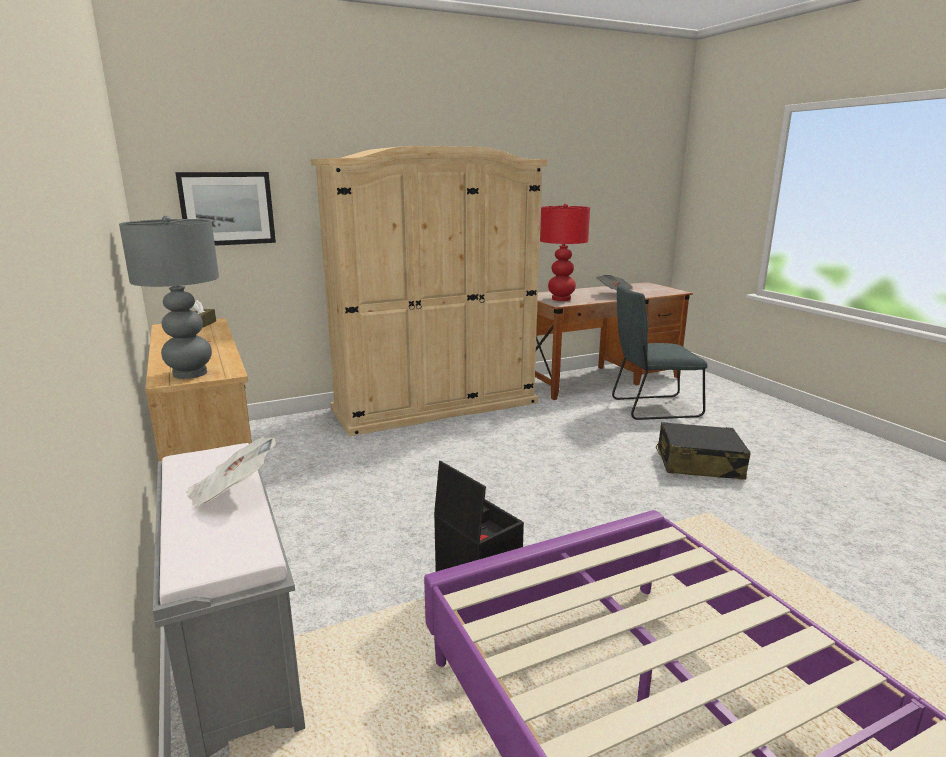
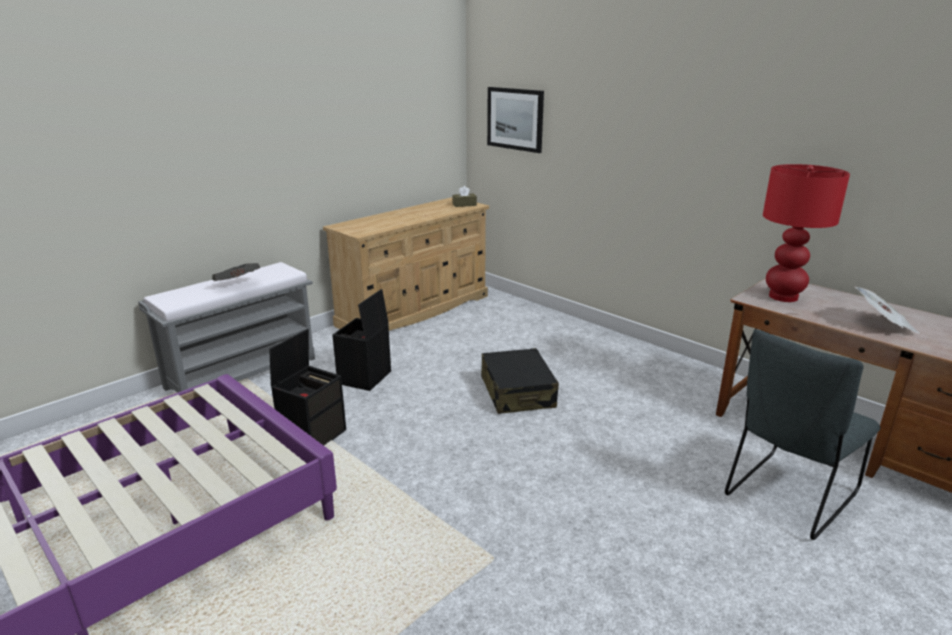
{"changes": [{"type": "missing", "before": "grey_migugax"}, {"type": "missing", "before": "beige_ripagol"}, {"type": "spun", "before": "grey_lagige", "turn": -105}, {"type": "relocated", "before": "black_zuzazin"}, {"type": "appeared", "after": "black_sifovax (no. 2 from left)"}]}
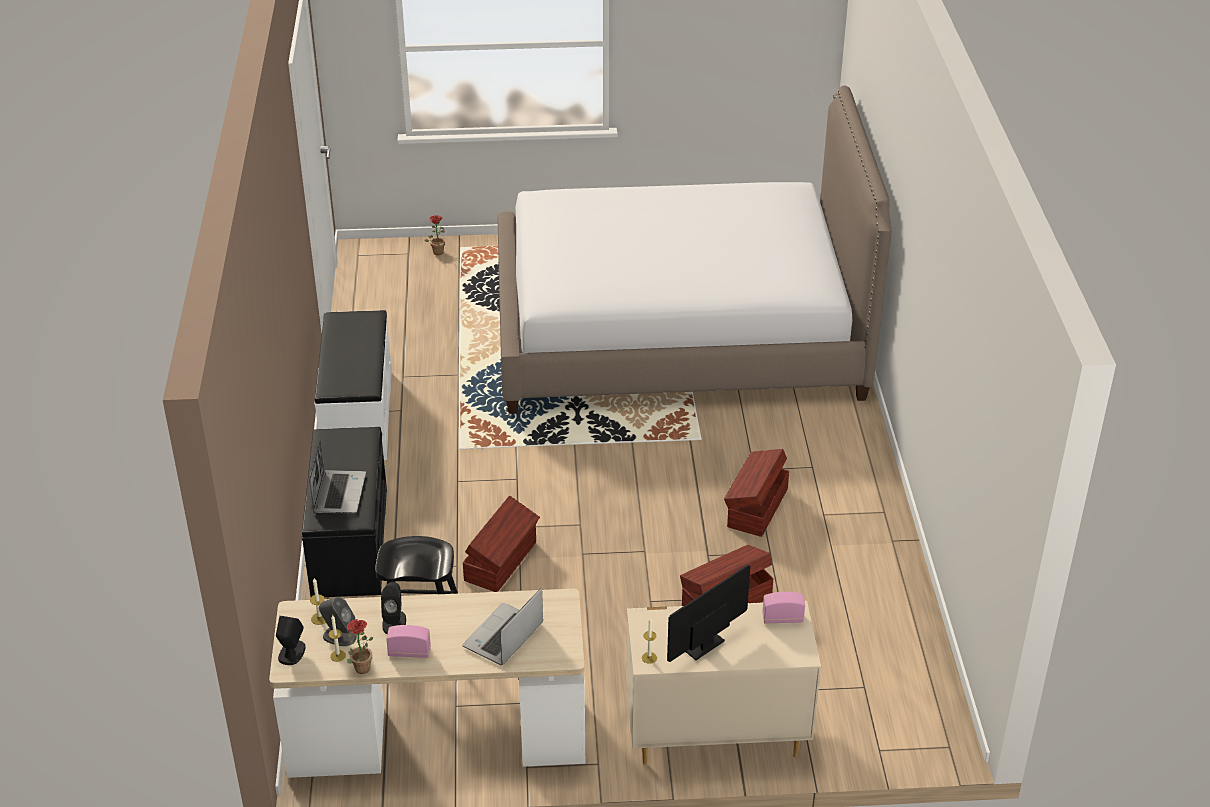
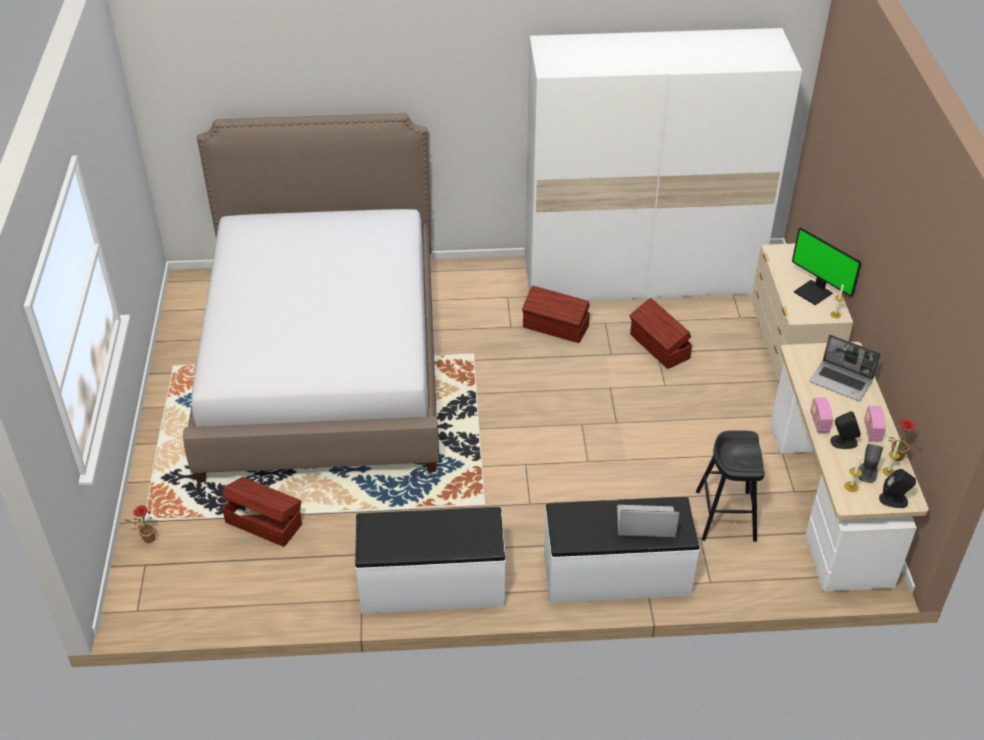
{"changes": [{"type": "colour", "before": "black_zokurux", "after": "white_zokurux (no. 2 from left)"}, {"type": "relocated", "before": "brown_sifovax (no. 1 from left)"}, {"type": "relocated", "before": "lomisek (no. 2 from left in the first image)", "after": "lomisek (no. 1 from left)"}, {"type": "appeared", "after": "white_ripagol"}]}
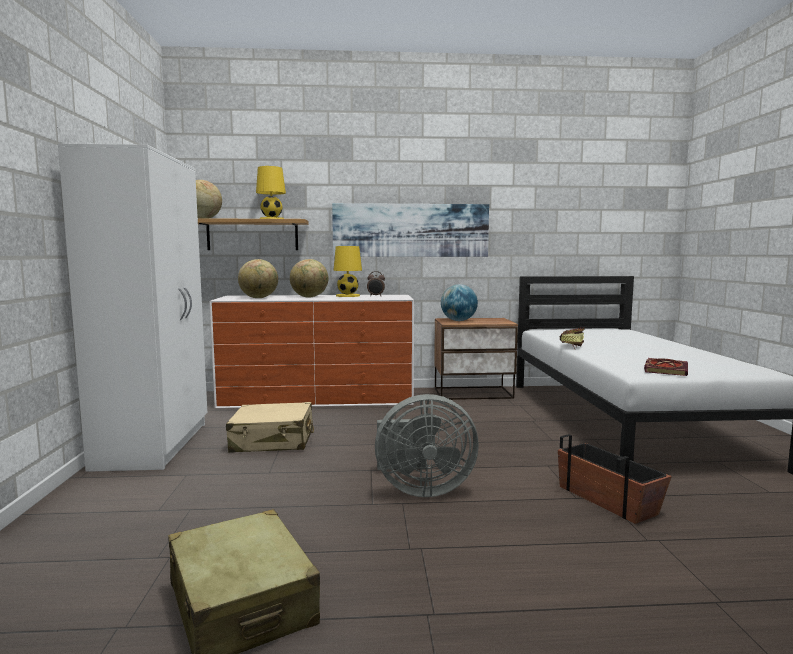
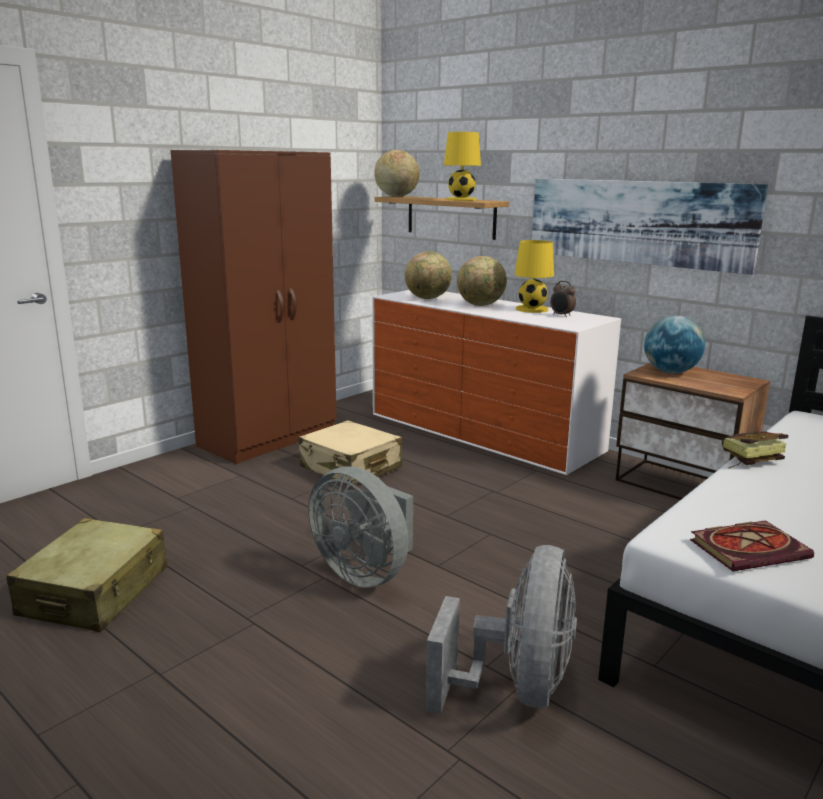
{"changes": [{"type": "colour", "before": "white_ripagol", "after": "brown_ripagol"}, {"type": "exchanged", "before": "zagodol", "after": "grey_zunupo (no. 2 from left)"}]}
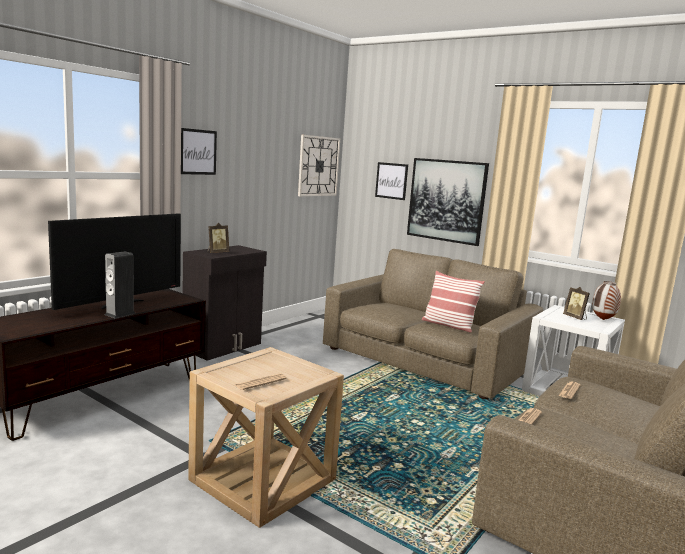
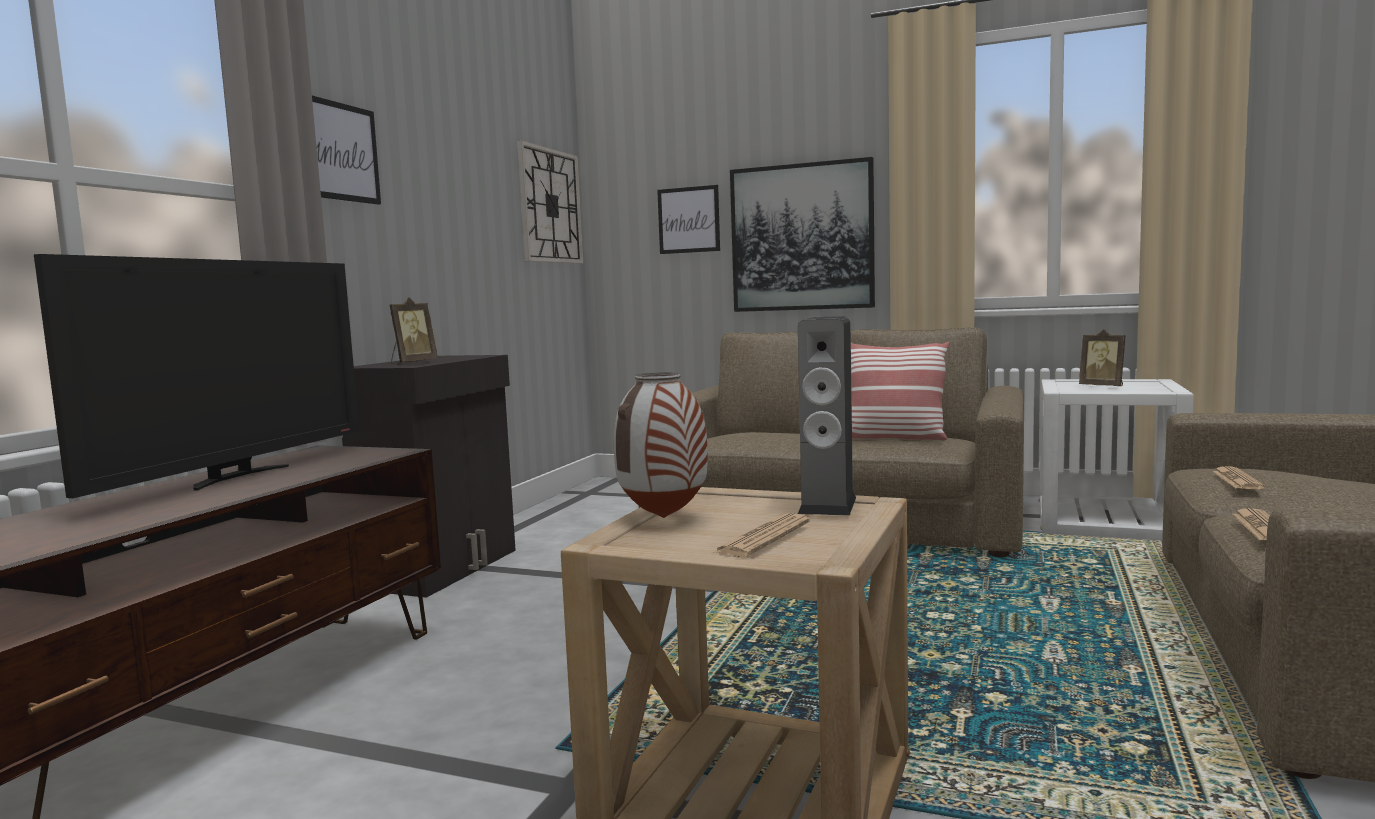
{"changes": [{"type": "relocated", "before": "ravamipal"}, {"type": "relocated", "before": "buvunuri"}]}
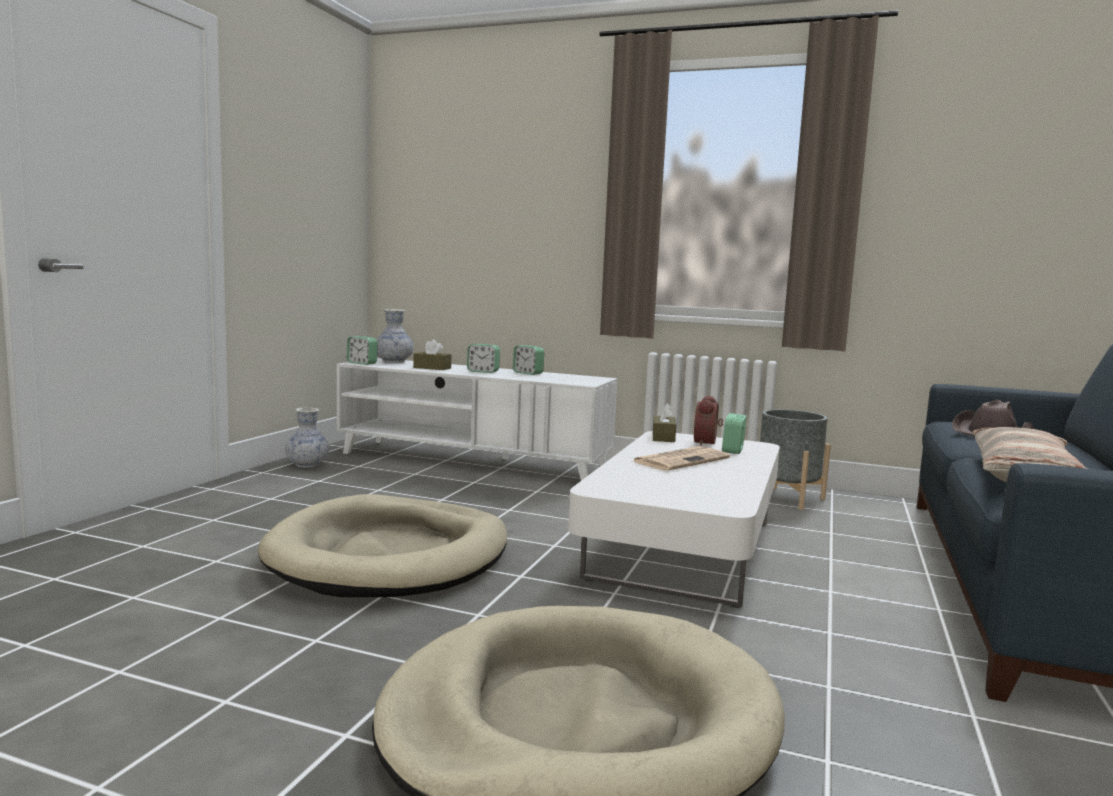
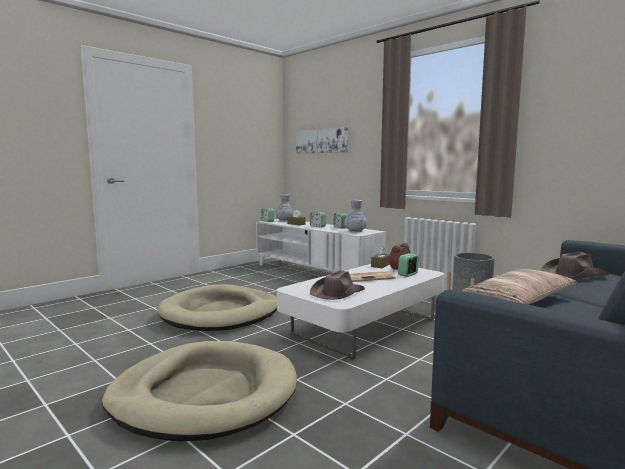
{"changes": [{"type": "relocated", "before": "buvunuri (no. 1 from left in the first image)", "after": "buvunuri (no. 2 from left)"}, {"type": "appeared", "after": "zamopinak"}, {"type": "appeared", "after": "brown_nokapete (no. 1 from left)"}]}
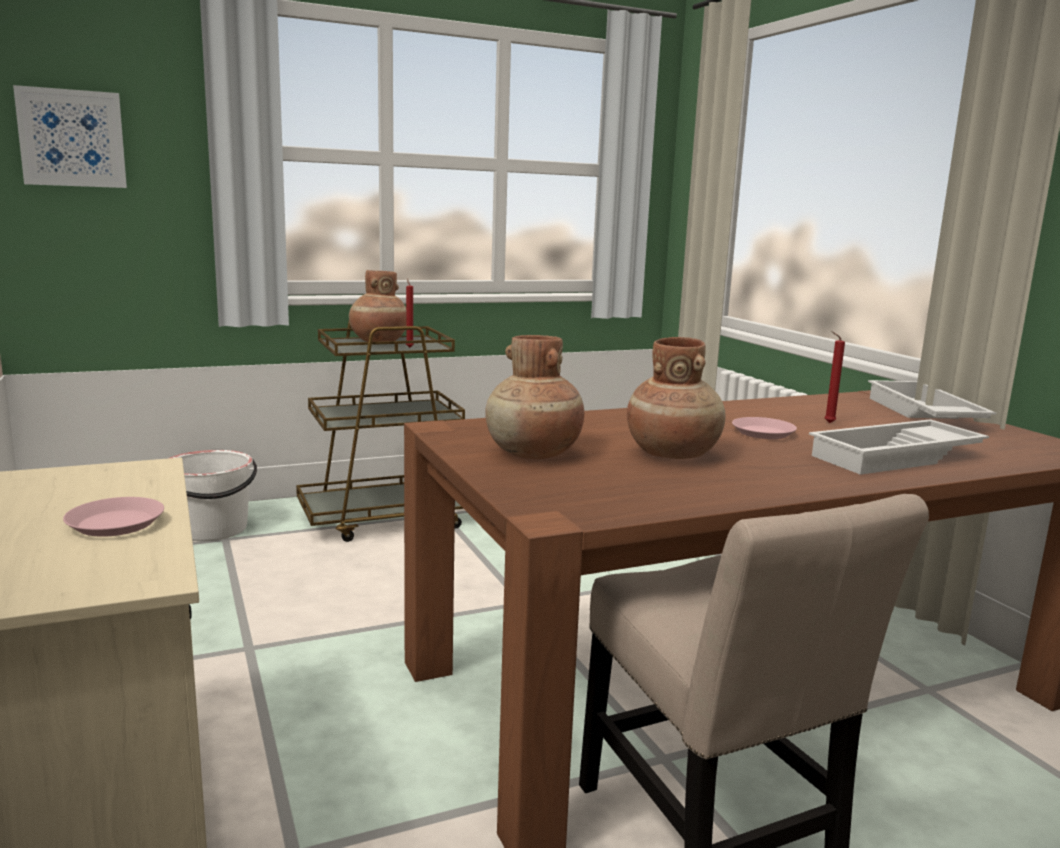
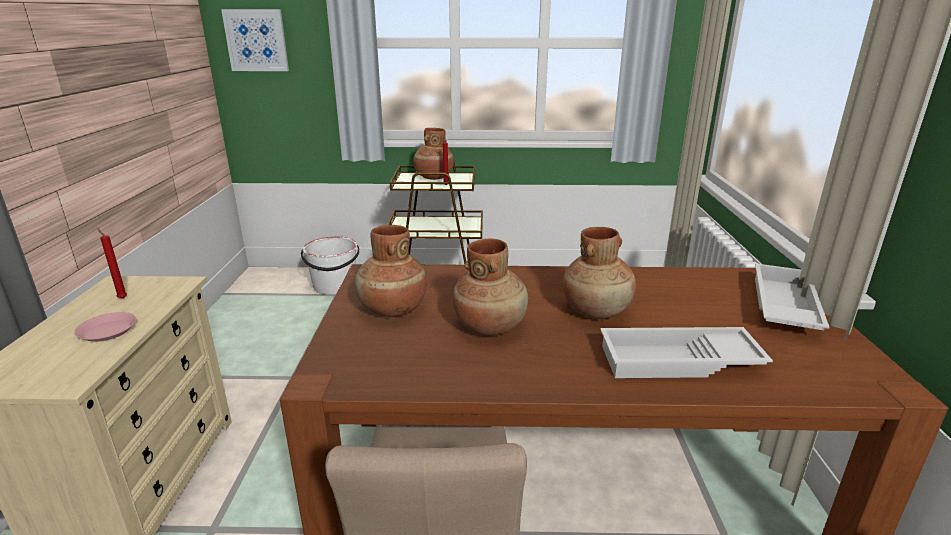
{"changes": [{"type": "exchanged", "before": "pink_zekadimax (no. 2 from left)", "after": "brown_buvunuri (no. 4 from left)"}, {"type": "relocated", "before": "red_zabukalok (no. 2 from left in the first image)", "after": "red_zabukalok (no. 1 from left)"}]}
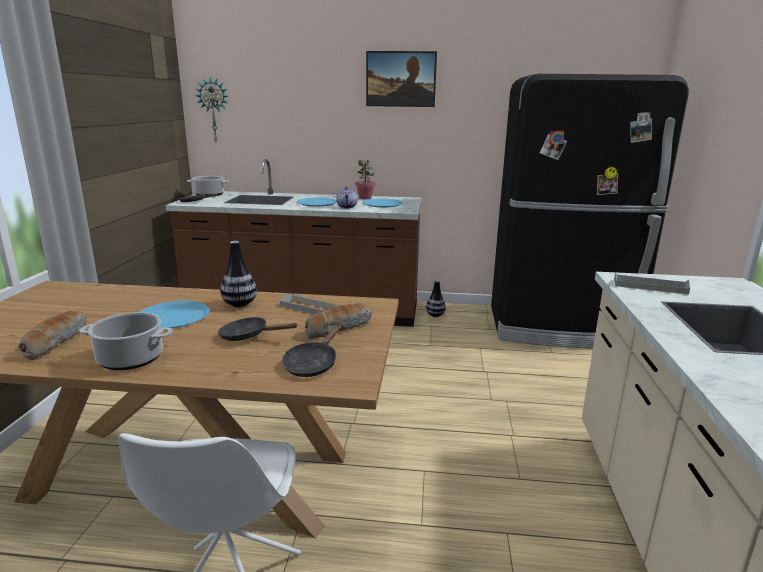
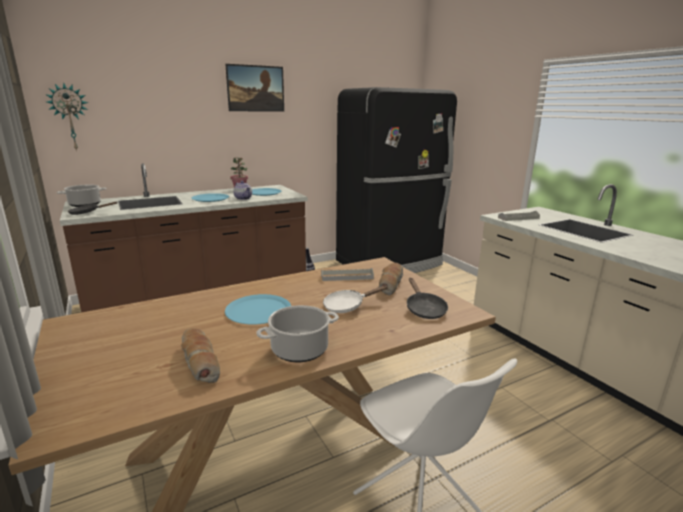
{"changes": [{"type": "colour", "before": "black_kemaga (no. 2 from left)", "after": "white_kemaga"}, {"type": "missing", "before": "buvunuri (no. 1 from left)"}]}
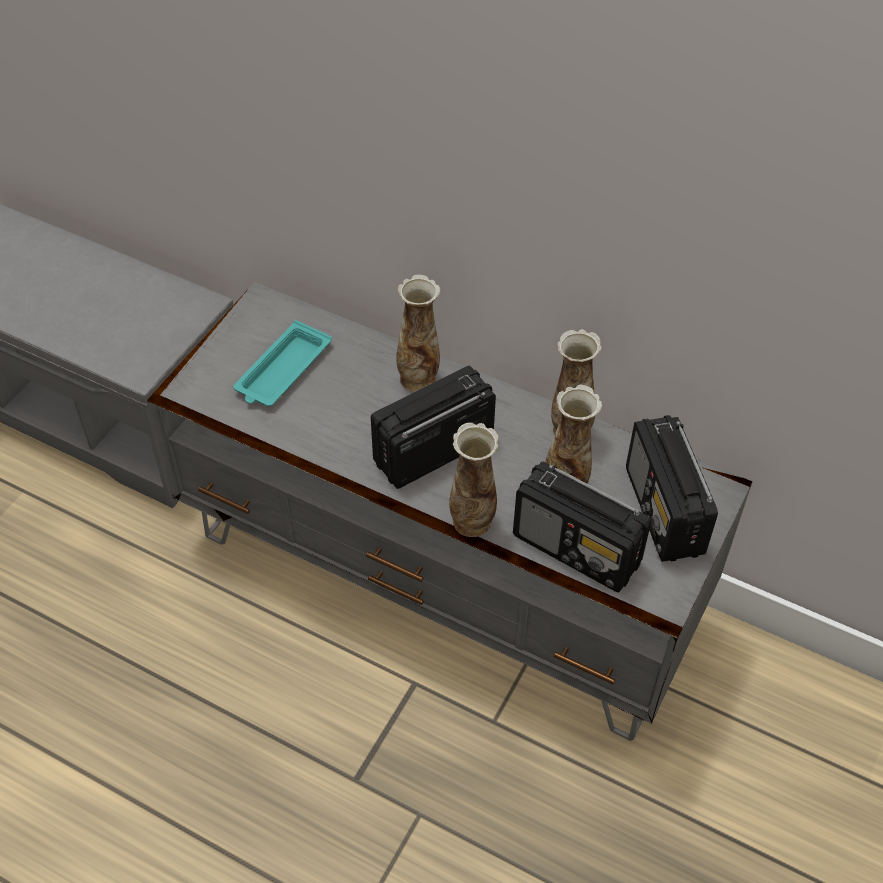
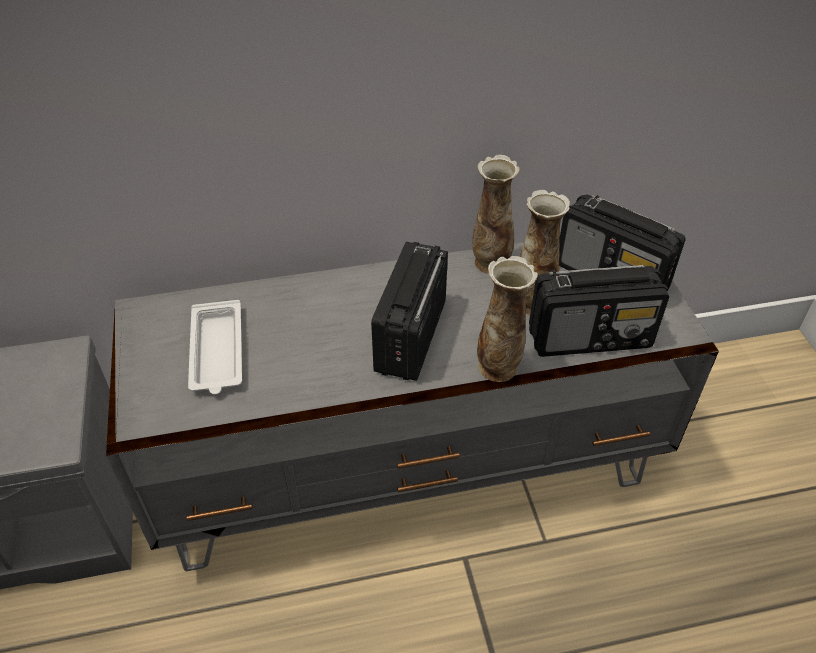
{"changes": [{"type": "colour", "before": "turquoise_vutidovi", "after": "white_vutidovi"}, {"type": "missing", "before": "buvunuri (no. 1 from left)"}]}
